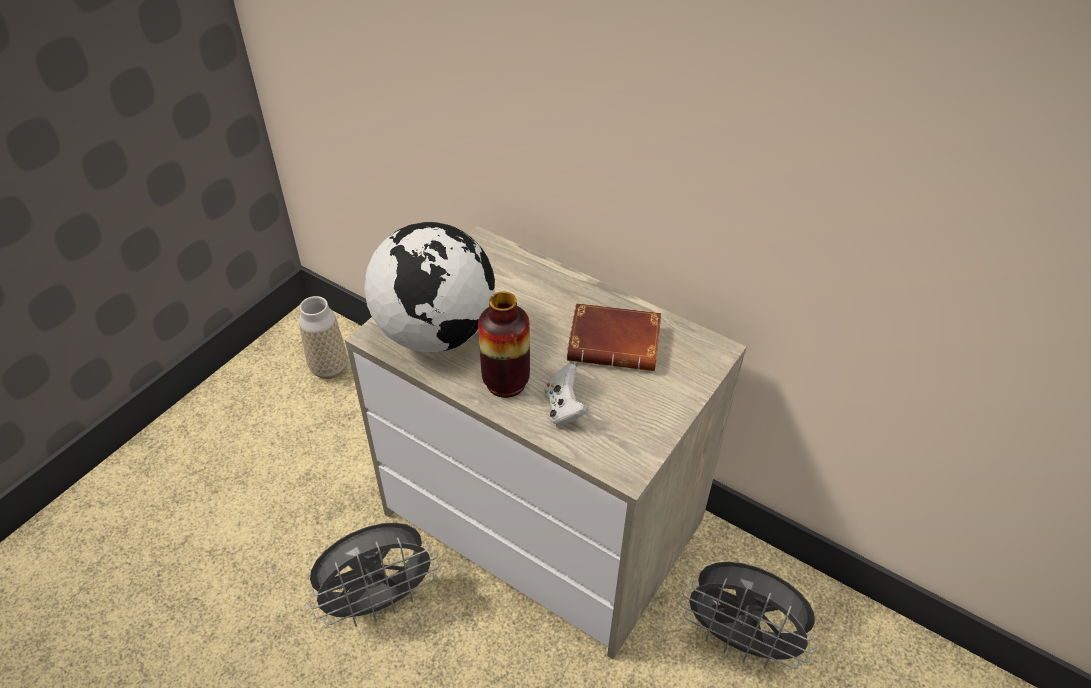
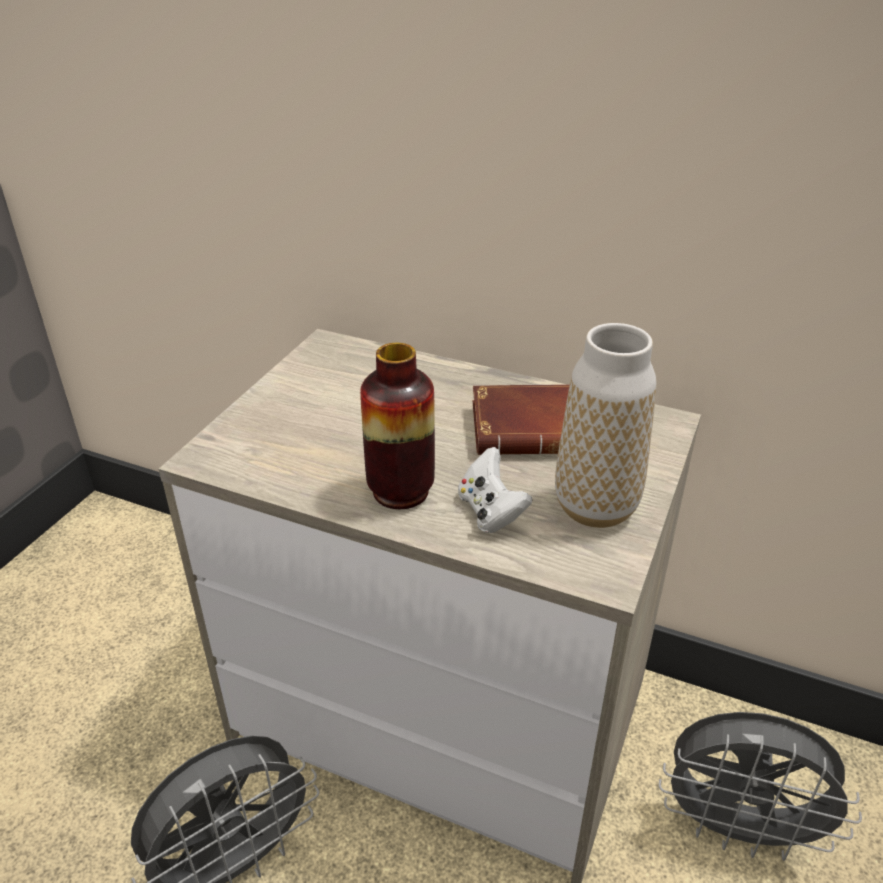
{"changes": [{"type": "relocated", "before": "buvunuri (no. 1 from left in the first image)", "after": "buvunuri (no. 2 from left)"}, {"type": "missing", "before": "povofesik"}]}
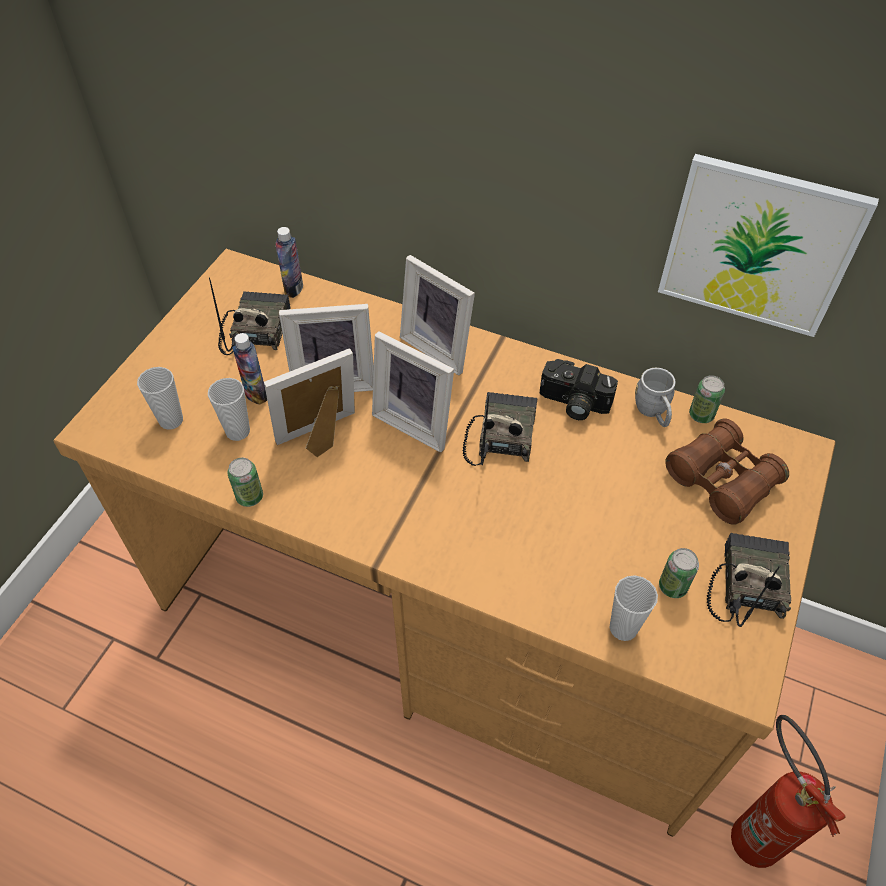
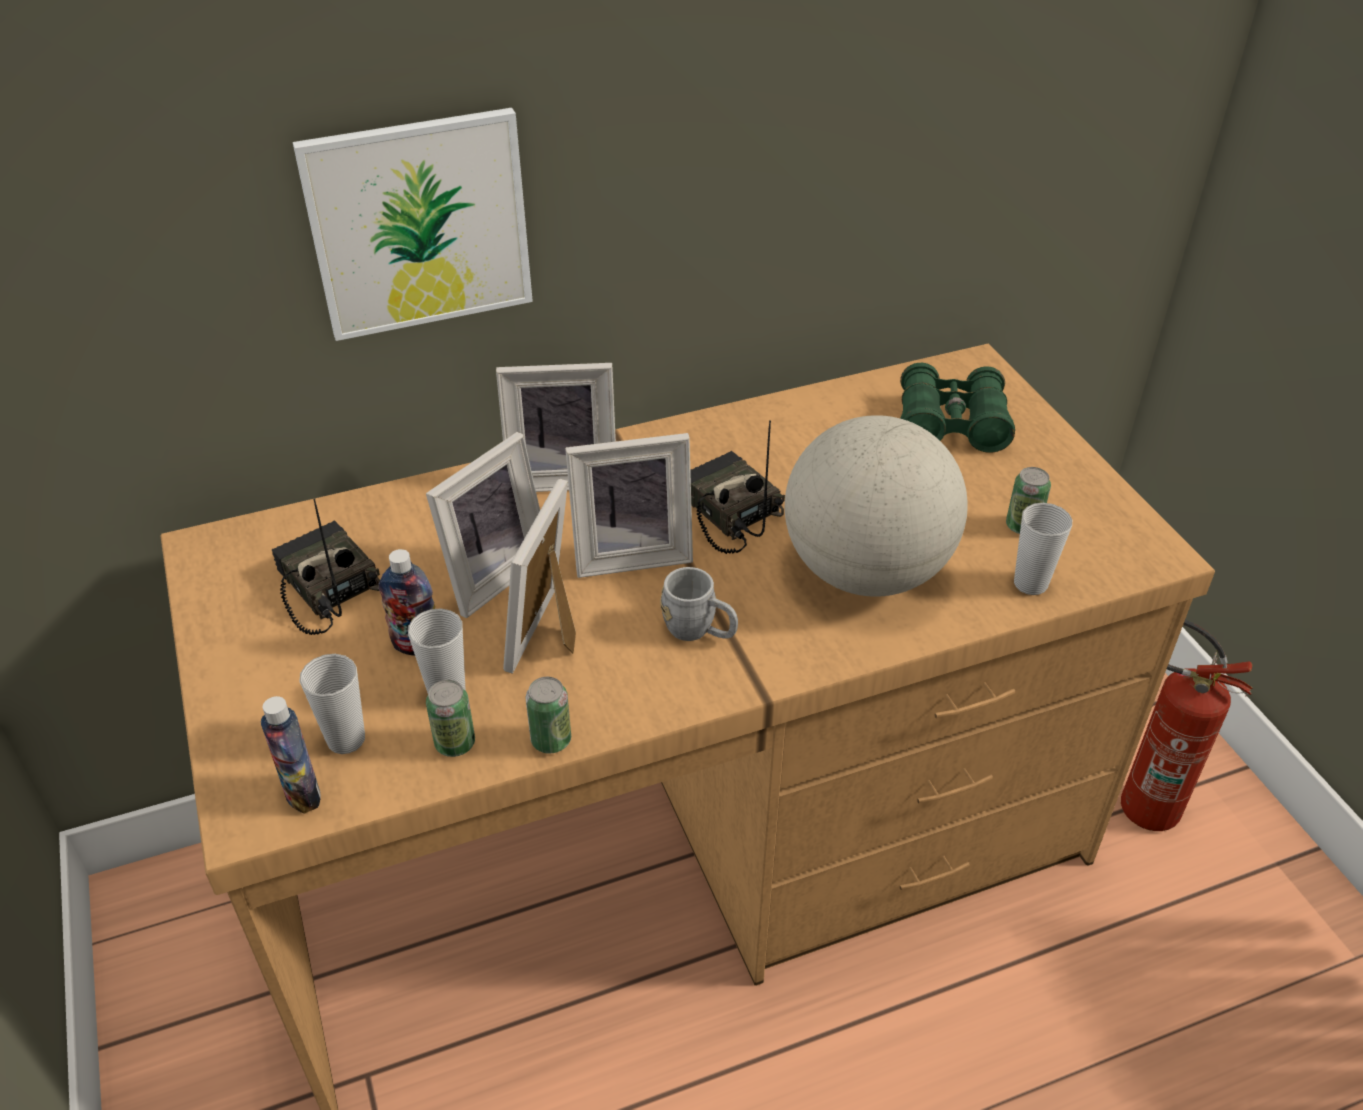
{"changes": [{"type": "relocated", "before": "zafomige (no. 2 from left in the first image)", "after": "zafomige (no. 1 from left)"}, {"type": "missing", "before": "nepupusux"}, {"type": "relocated", "before": "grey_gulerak"}, {"type": "relocated", "before": "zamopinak"}, {"type": "colour", "before": "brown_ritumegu", "after": "green_ritumegu"}, {"type": "relocated", "before": "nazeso (no. 3 from left in the first image)", "after": "nazeso (no. 1 from left)"}, {"type": "missing", "before": "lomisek (no. 3 from left)"}, {"type": "appeared", "after": "povofesik"}]}
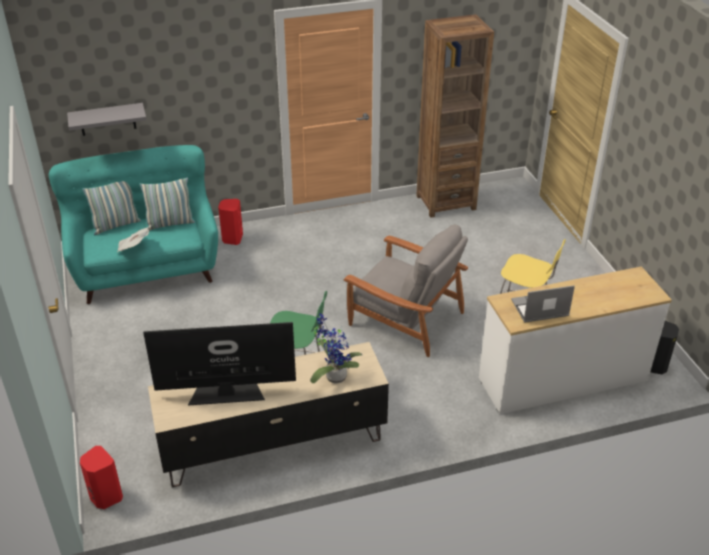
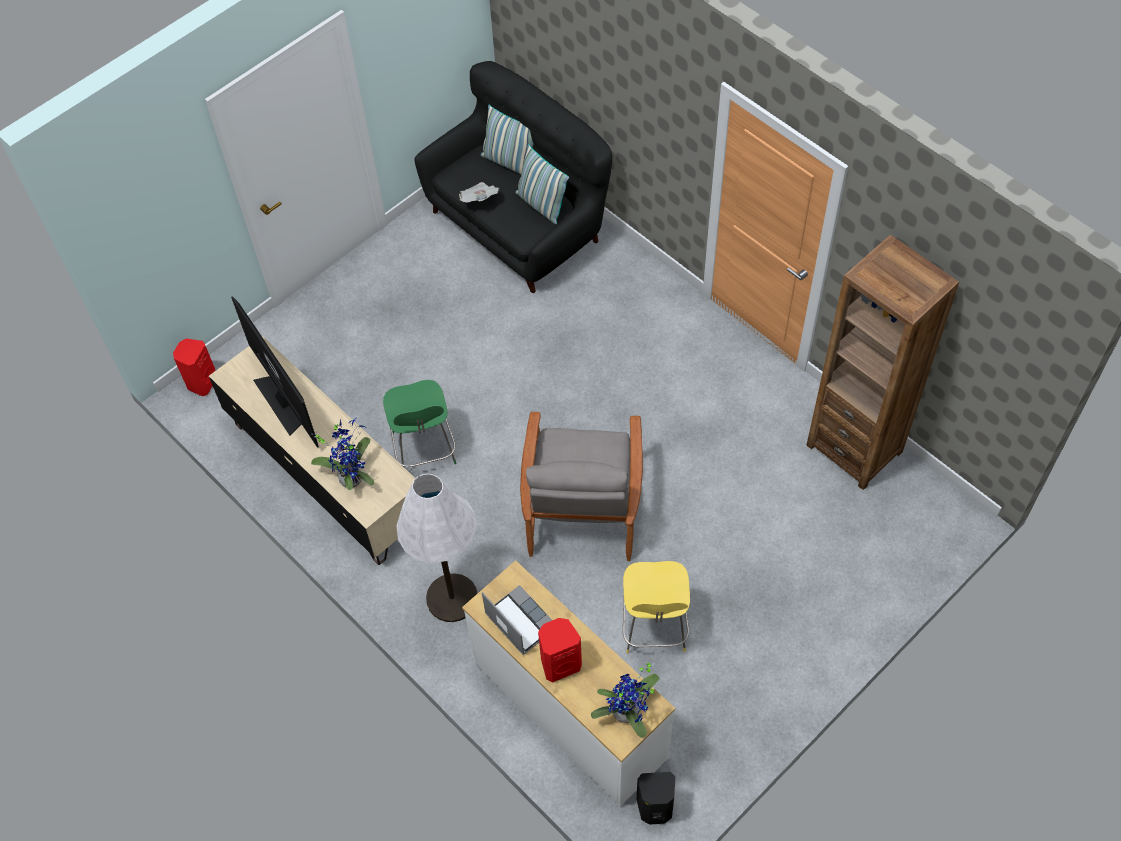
{"changes": [{"type": "colour", "before": "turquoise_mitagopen", "after": "black_mitagopen"}, {"type": "missing", "before": "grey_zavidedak"}, {"type": "relocated", "before": "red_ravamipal (no. 2 from left)"}, {"type": "appeared", "after": "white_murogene"}, {"type": "appeared", "after": "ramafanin (no. 2 from left)"}]}
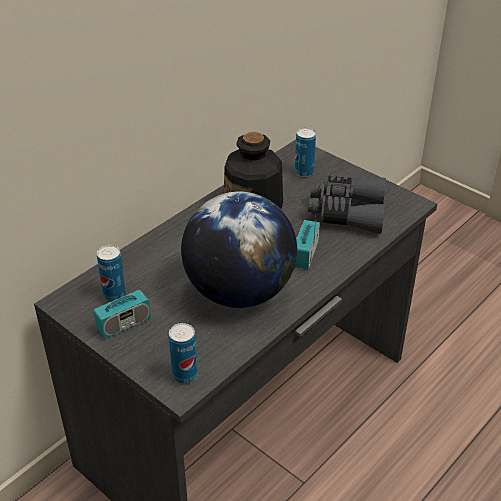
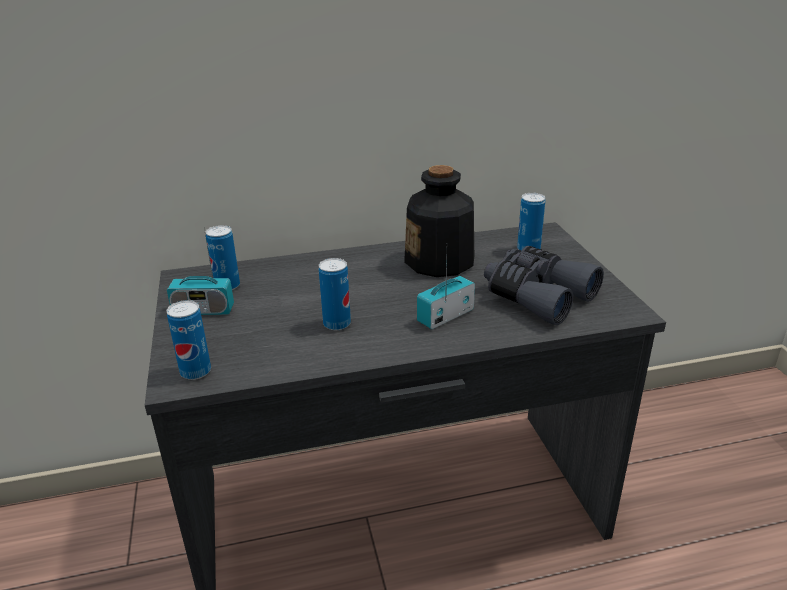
{"changes": [{"type": "exchanged", "before": "povofesik", "after": "nazeso (no. 3 from left)"}]}
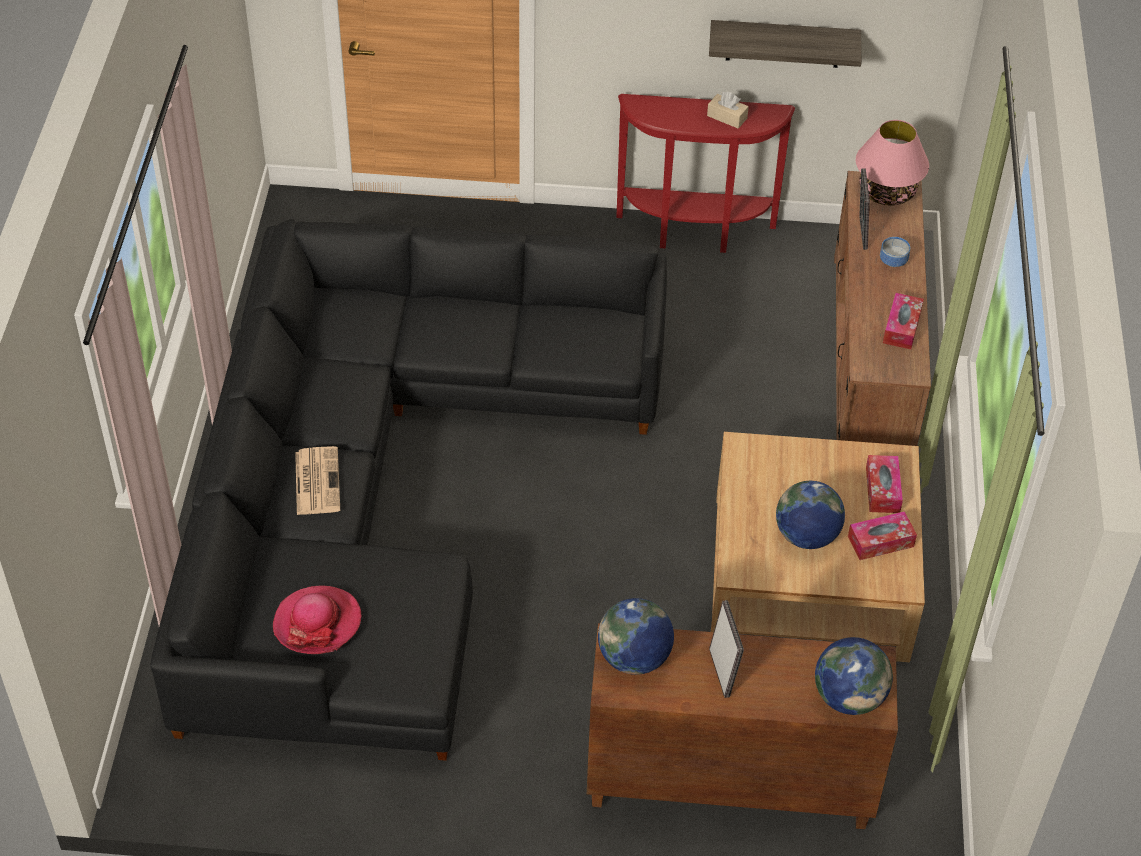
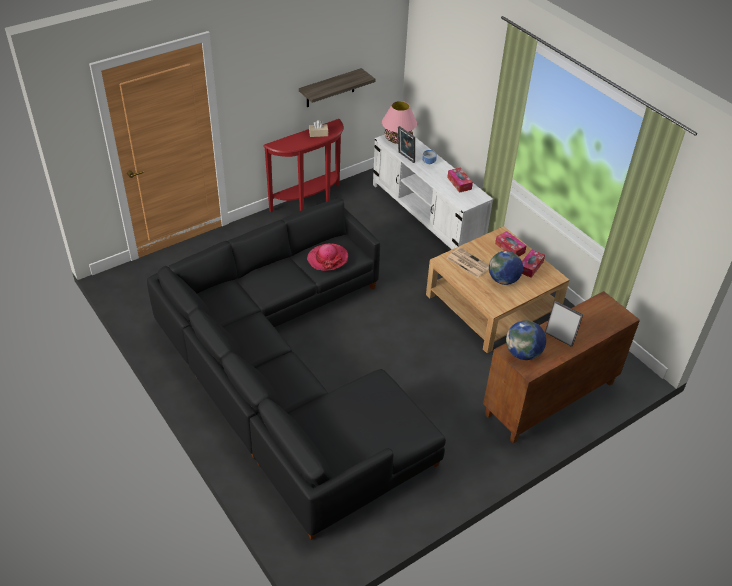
{"changes": [{"type": "relocated", "before": "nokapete"}, {"type": "relocated", "before": "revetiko"}, {"type": "missing", "before": "povofesik (no. 3 from left)"}, {"type": "colour", "before": "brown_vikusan", "after": "white_vikusan"}]}
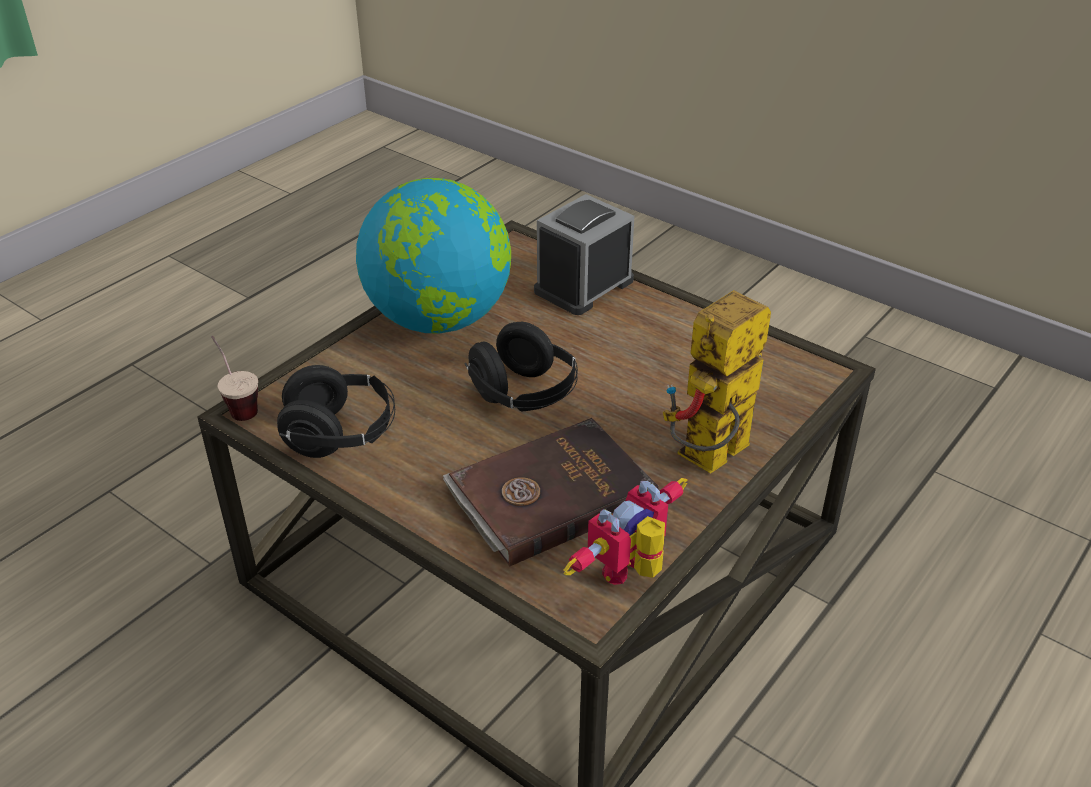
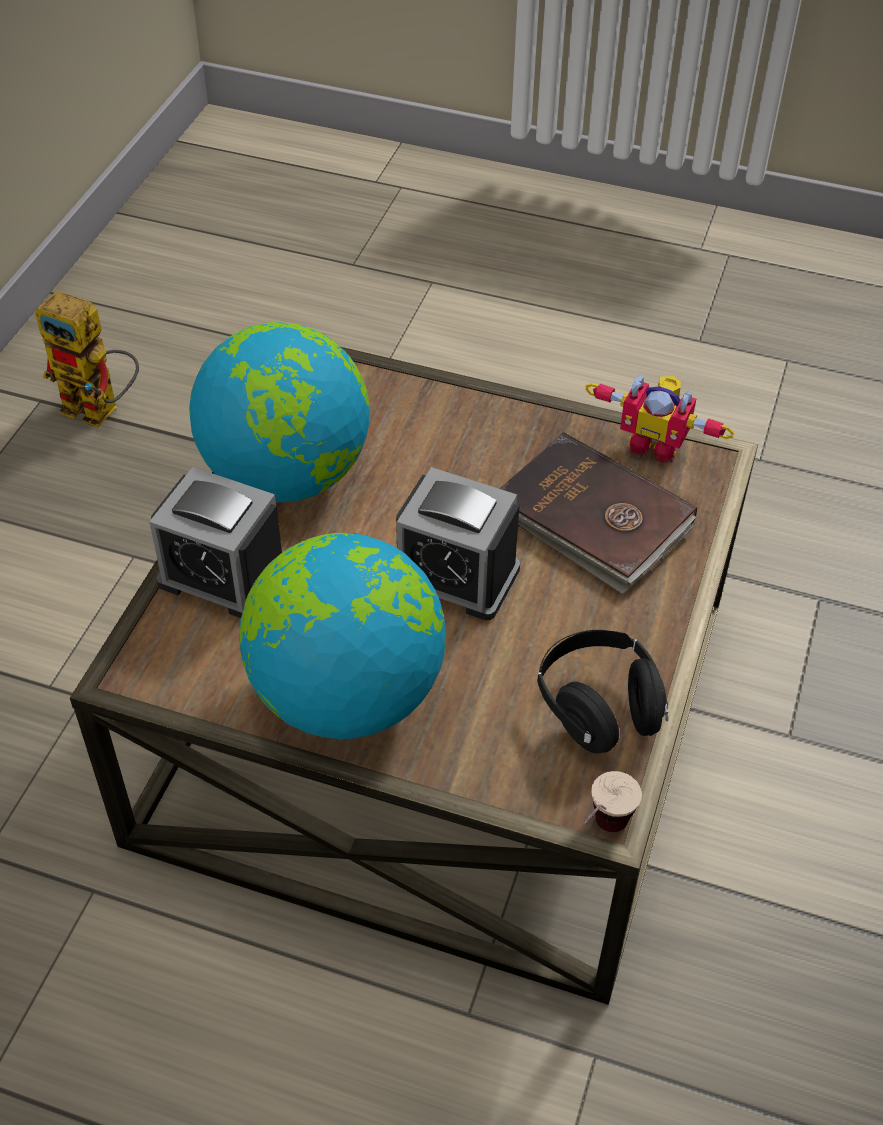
{"changes": [{"type": "exchanged", "before": "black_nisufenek (no. 2 from left)", "after": "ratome (no. 2 from left)"}, {"type": "relocated", "before": "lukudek (no. 2 from left in the first image)", "after": "lukudek (no. 1 from left)"}, {"type": "appeared", "after": "povofesik (no. 1 from left)"}]}
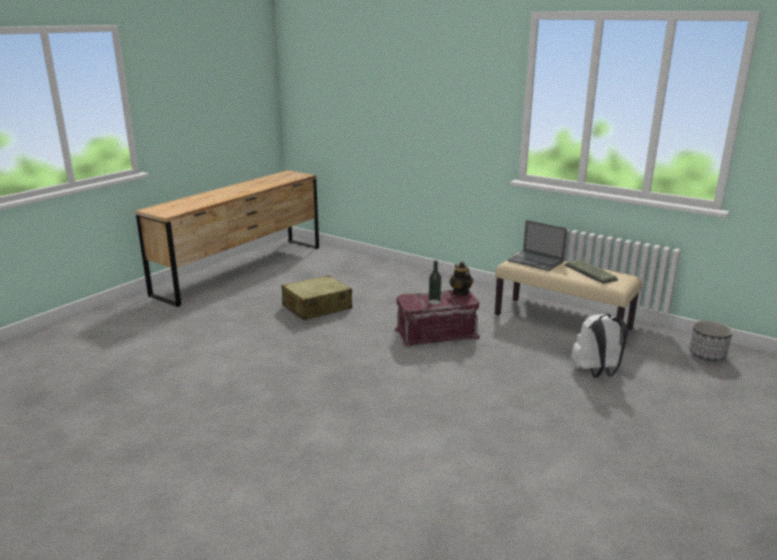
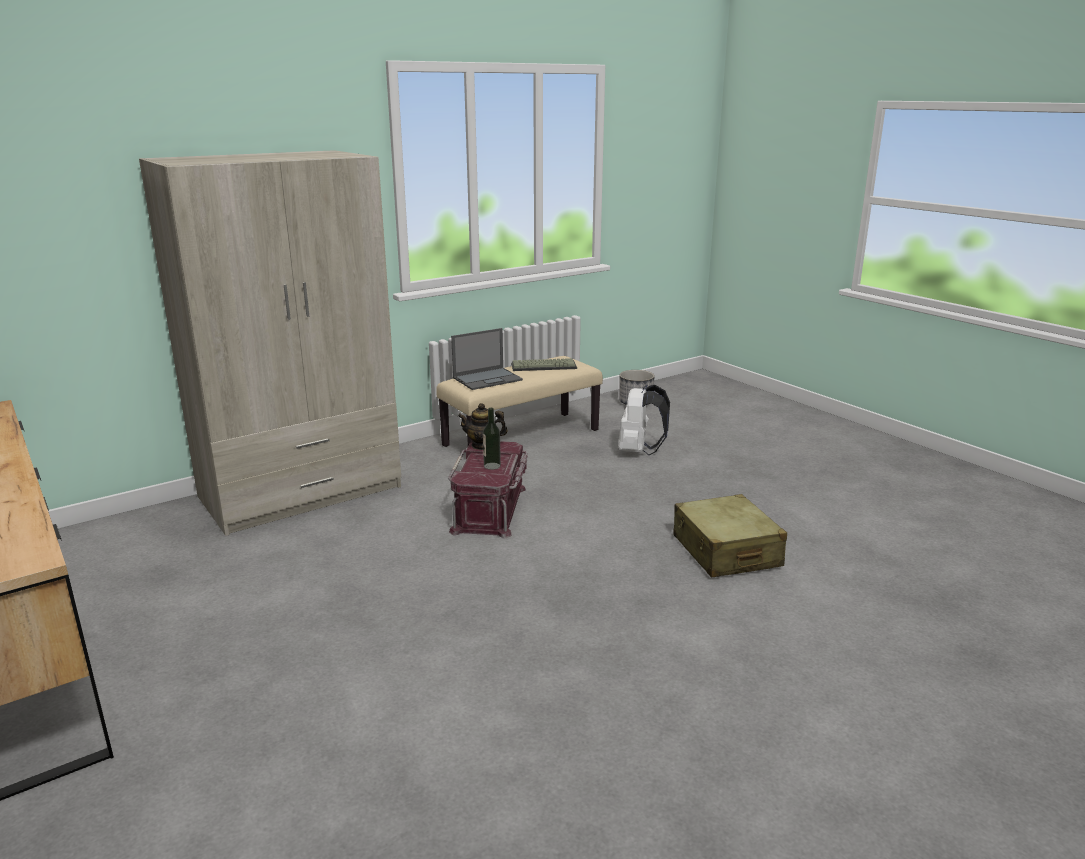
{"changes": [{"type": "relocated", "before": "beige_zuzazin"}, {"type": "appeared", "after": "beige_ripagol"}]}
